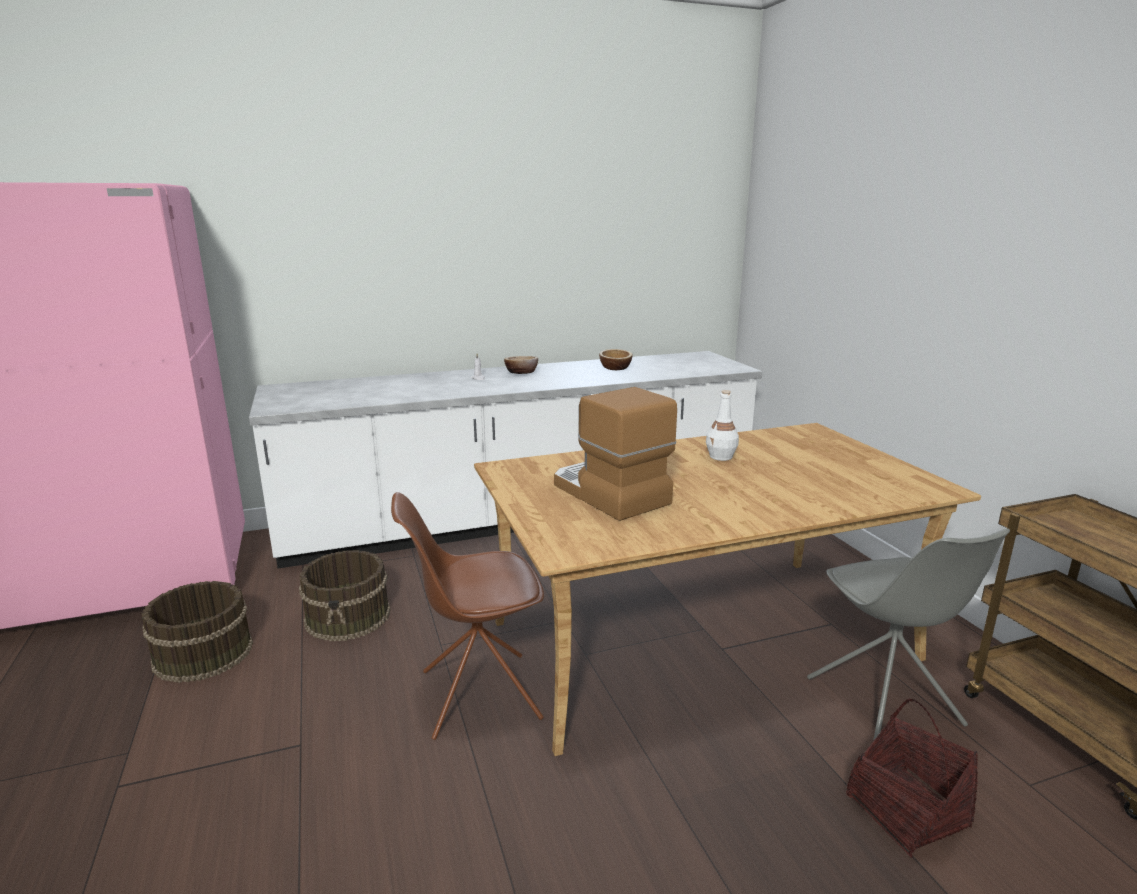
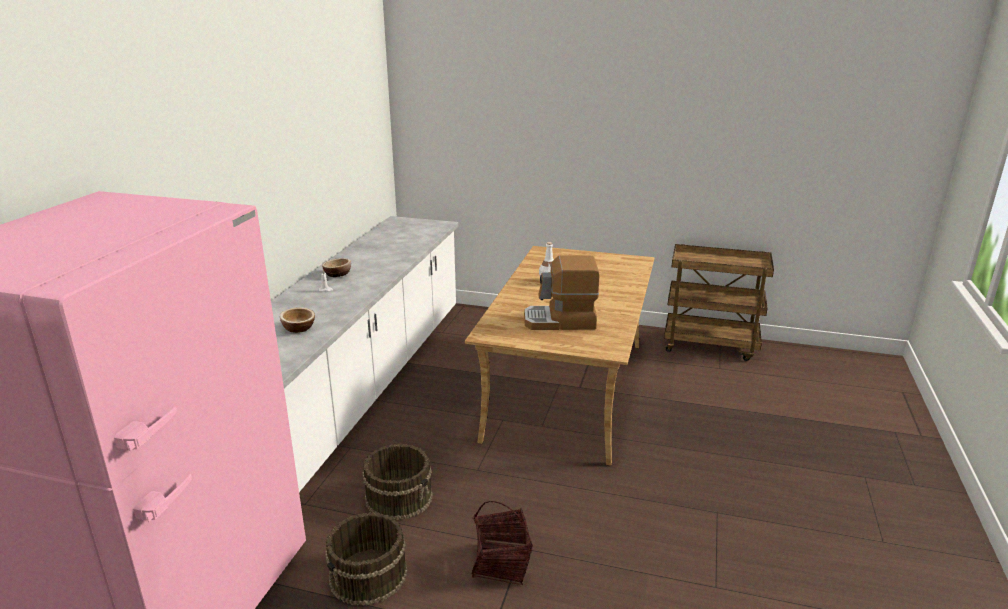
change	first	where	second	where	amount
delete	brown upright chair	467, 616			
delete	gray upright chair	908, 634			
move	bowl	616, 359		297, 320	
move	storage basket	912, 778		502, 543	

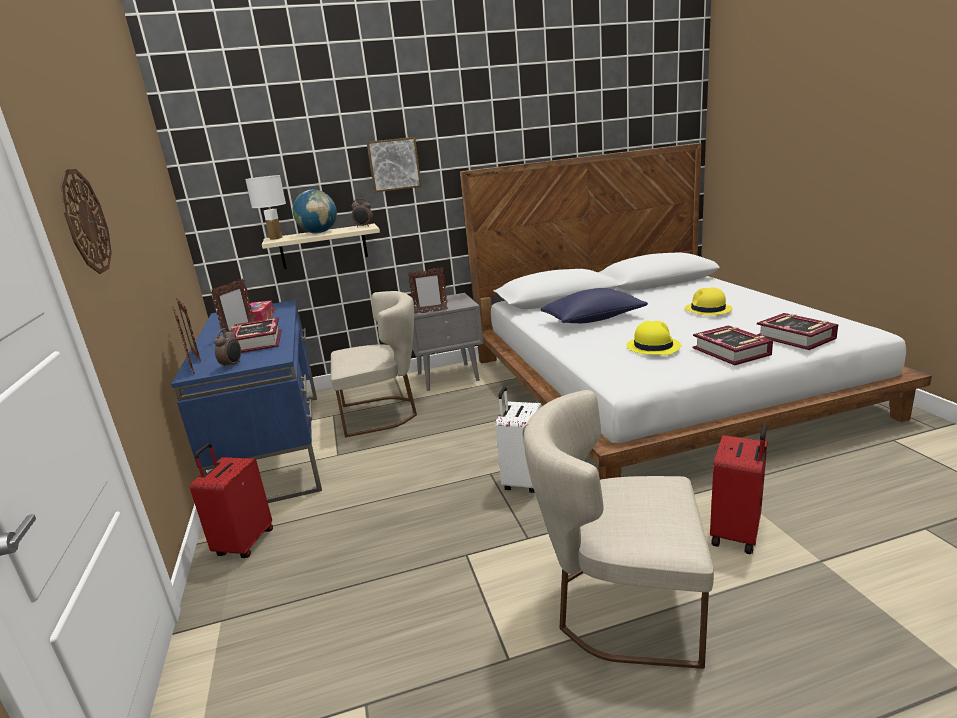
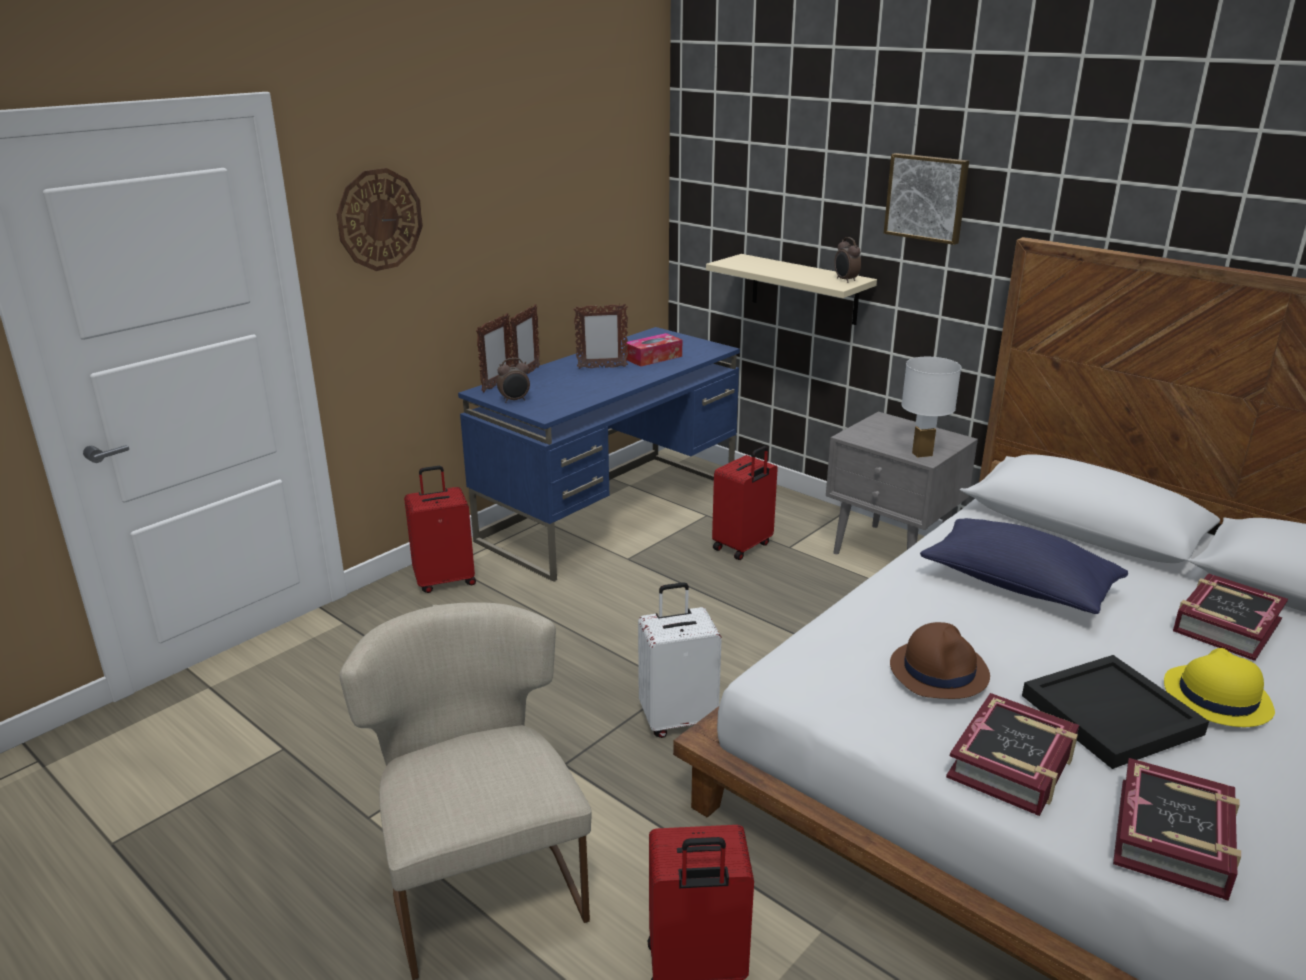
change	first	where	second	where	amount
delete	world globe	315, 211			
delete	picture frame	428, 290			
insert			blackish serving tray	1115, 712	
move	book	256, 335		1230, 617	
move	whitish lamp for a table	265, 207		931, 407	
replace	beige-coloured upright chair	374, 364	reddish suitcase	745, 503	
recolor	yellowish clothing hat	654, 338	brown clothing hat	940, 660	

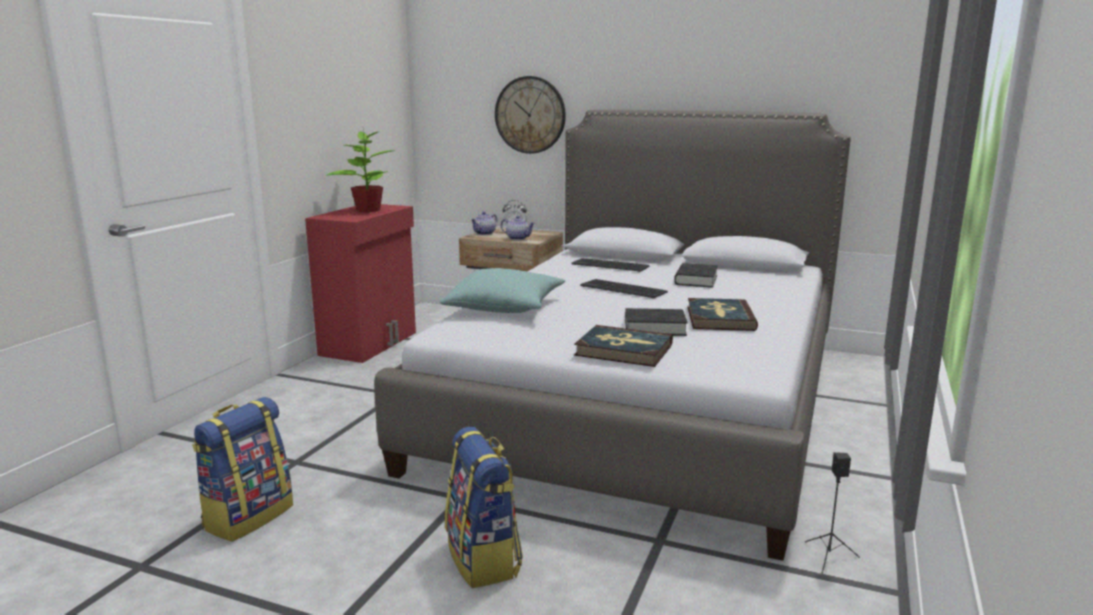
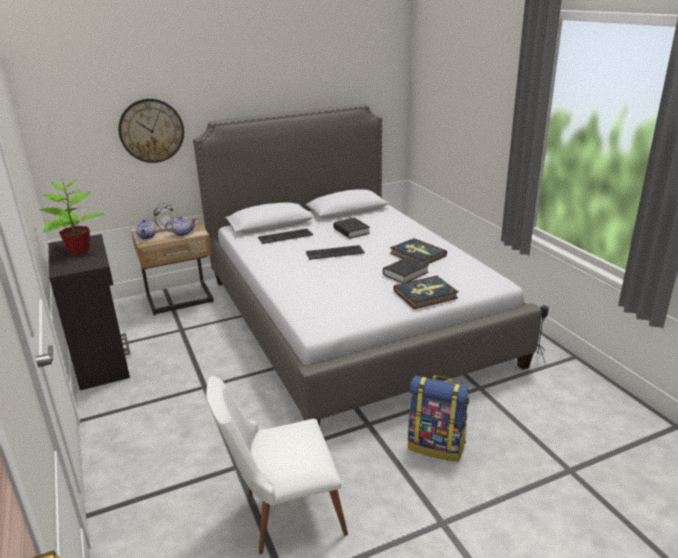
change	first	where	second	where	amount
delete	turquoise cushion	502, 290			
replace	knapsack	242, 469	whitish upright chair	277, 465	
recolor	reddish storage cabinet	360, 283	blackish storage cabinet	89, 312	

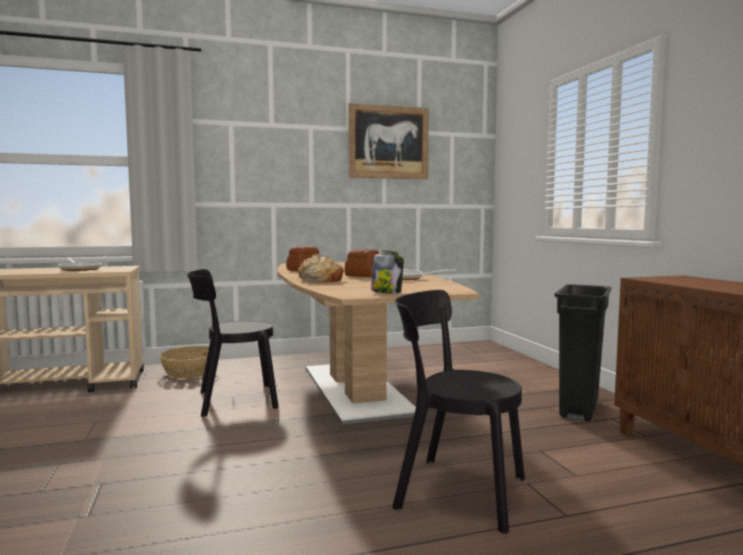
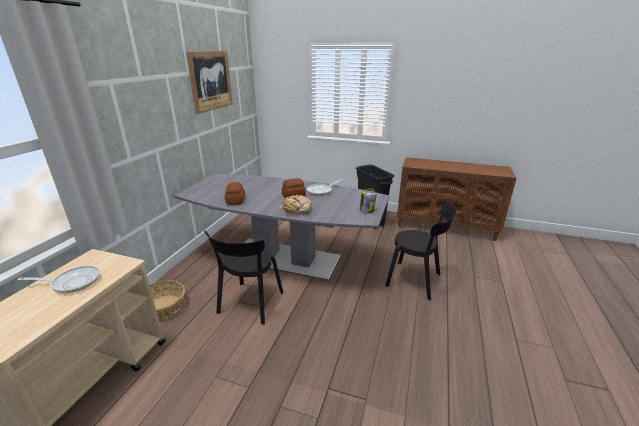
change	first	where	second	where	amount
recolor	brown dining table	378, 343	gray dining table	281, 227	
rotate	blackish upright chair	458, 412		421, 251	120 degrees counterclockwise

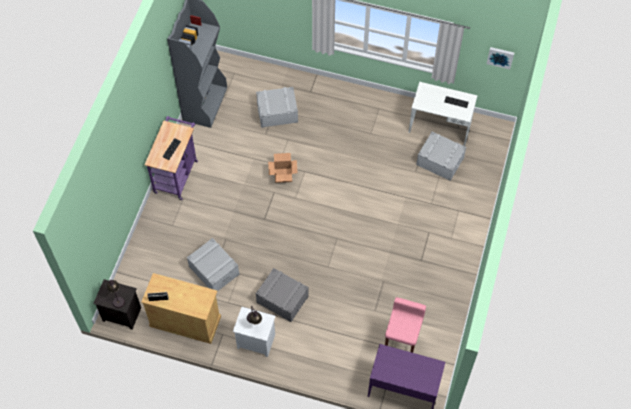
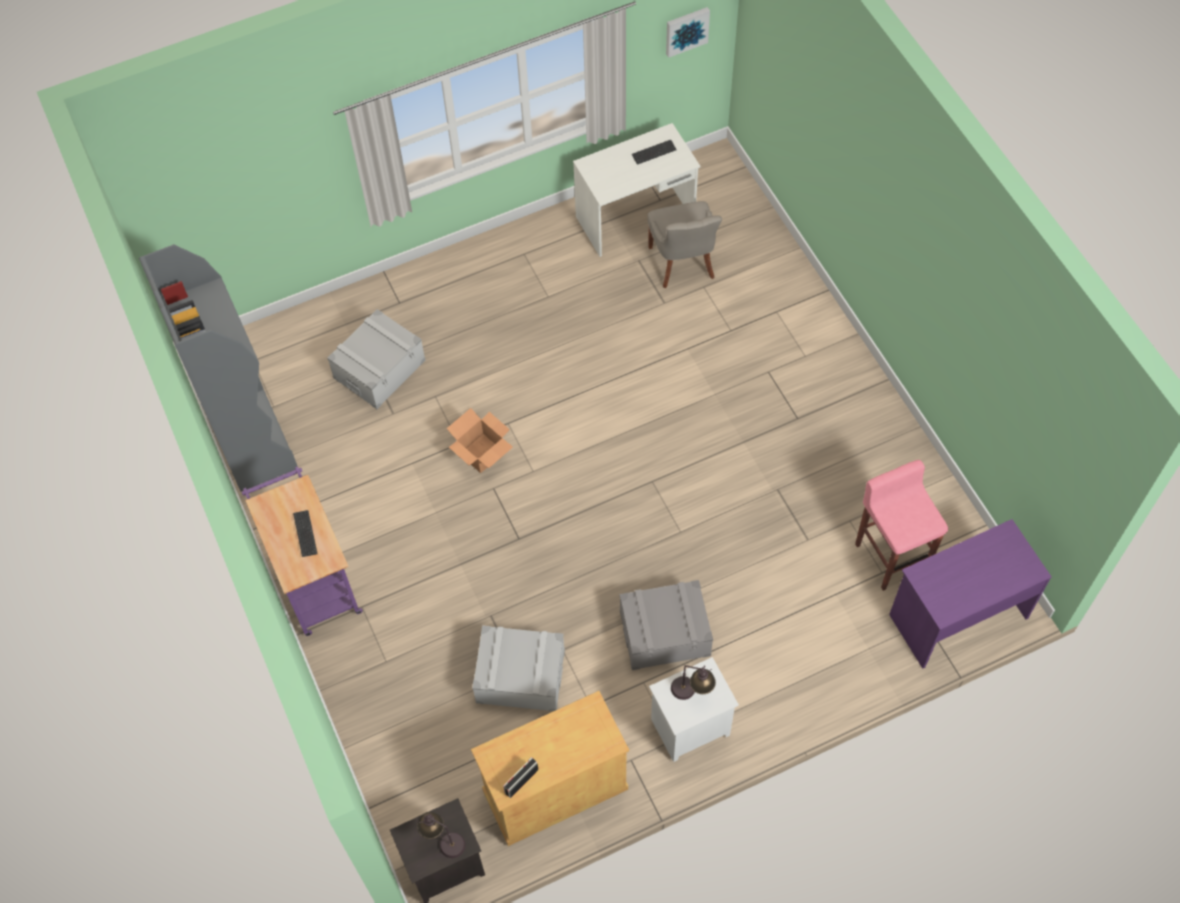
change	first	where	second	where	amount
replace	gray storage box	441, 156	gray upright chair	684, 244	

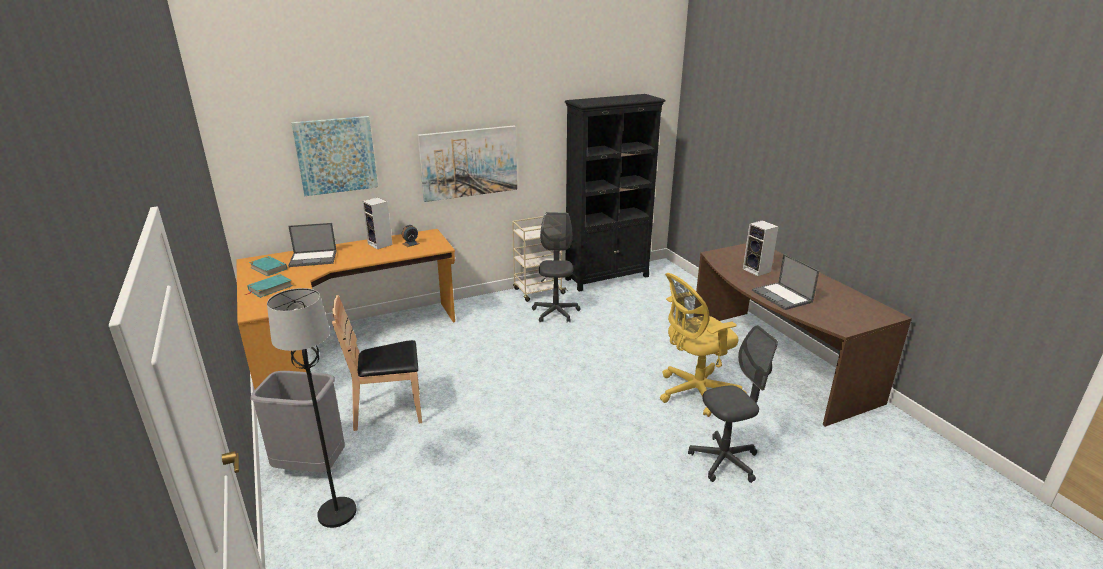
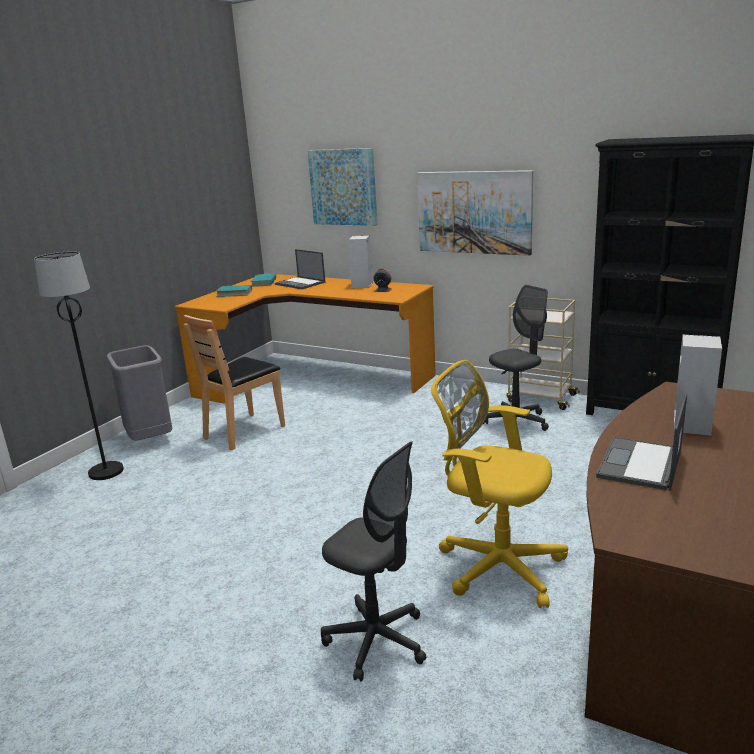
change	first	where	second	where	amount
rotate	brown upright chair	377, 363		234, 382	90 degrees counterclockwise

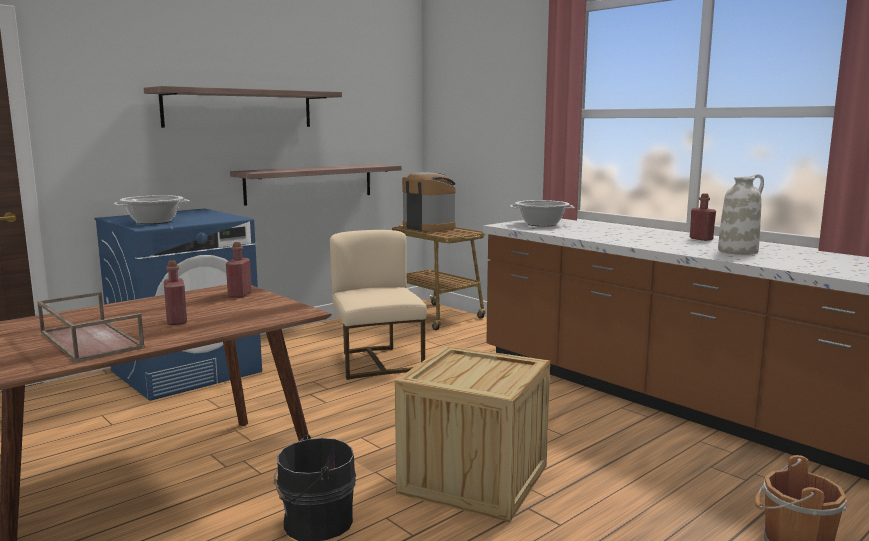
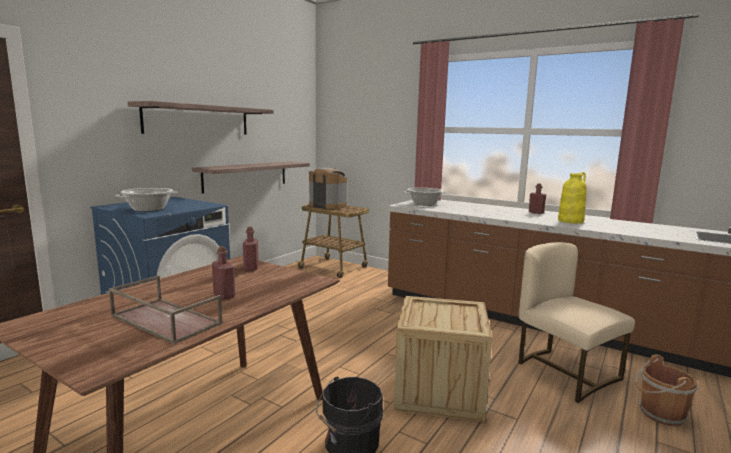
change	first	where	second	where	amount
move	beige-coloured upright chair	378, 305		576, 322	
recolor	whitish decorative vase	741, 214	yellowish decorative vase	572, 197	

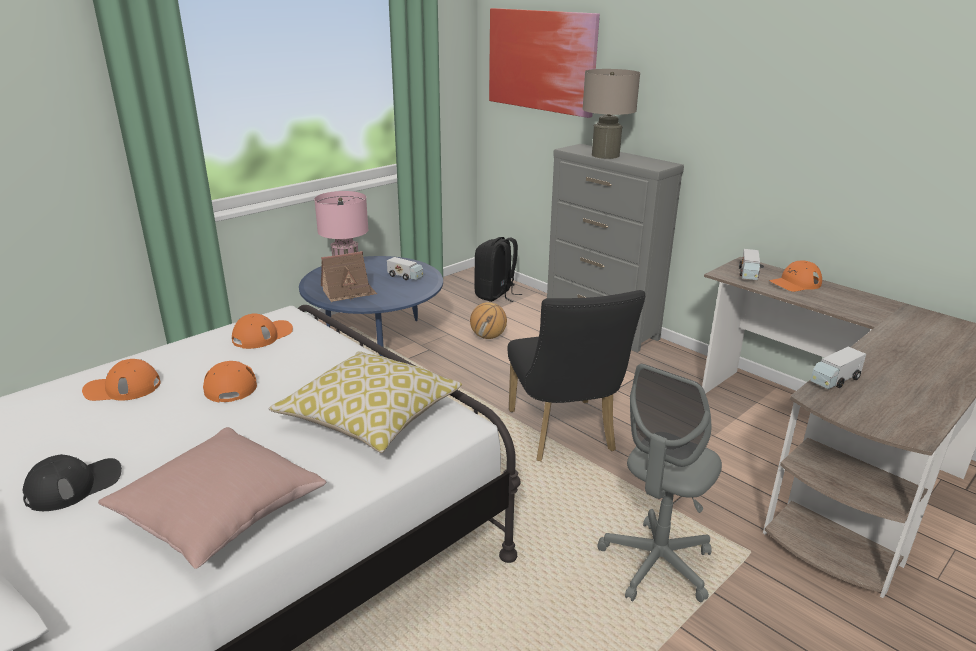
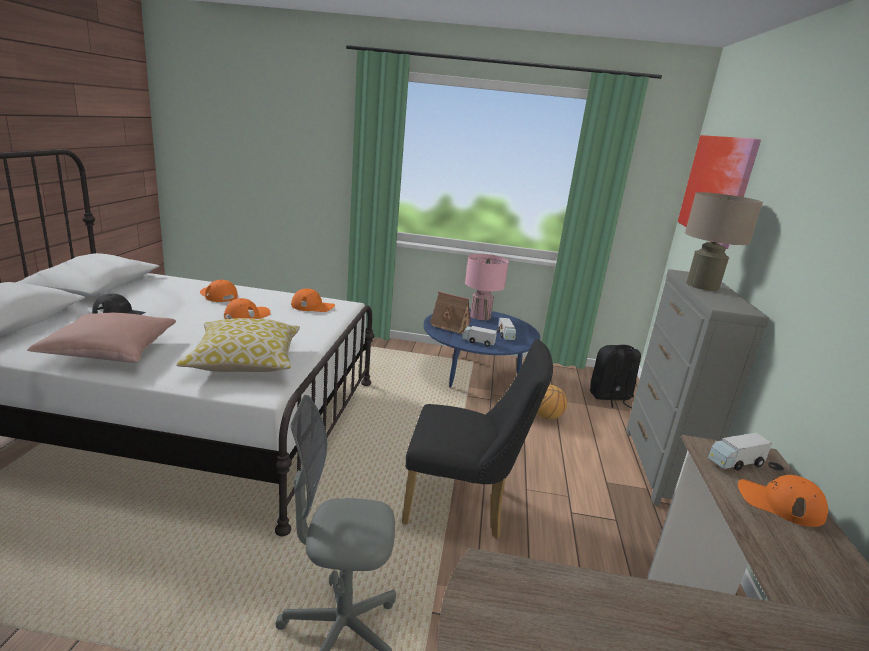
change	first	where	second	where	amount
move	toy lorry	838, 368		479, 336	
rotate	blackish upright chair	576, 375		477, 439	120 degrees counterclockwise

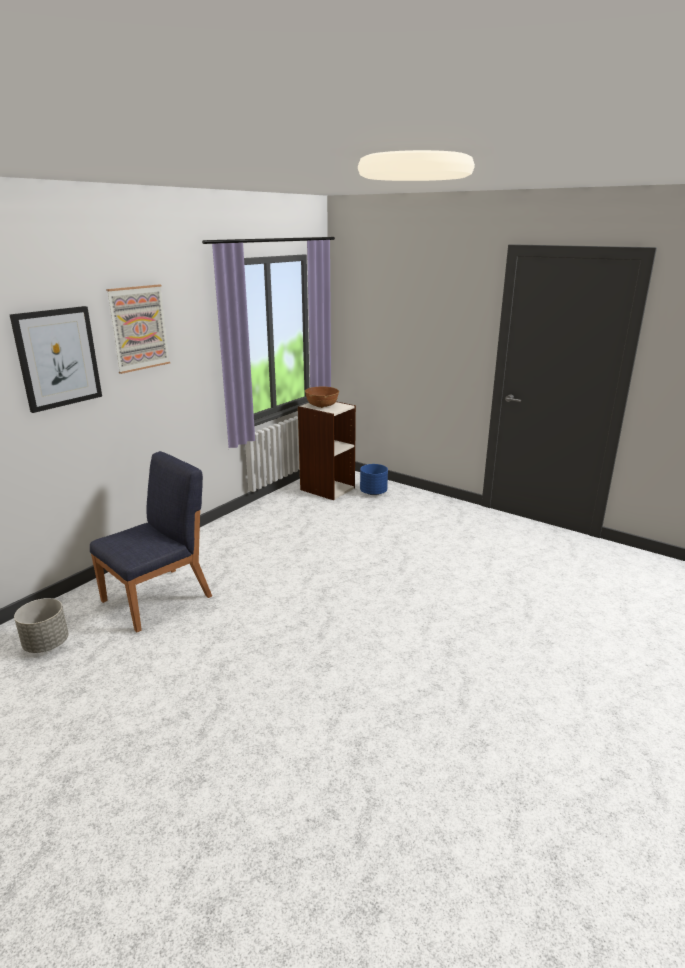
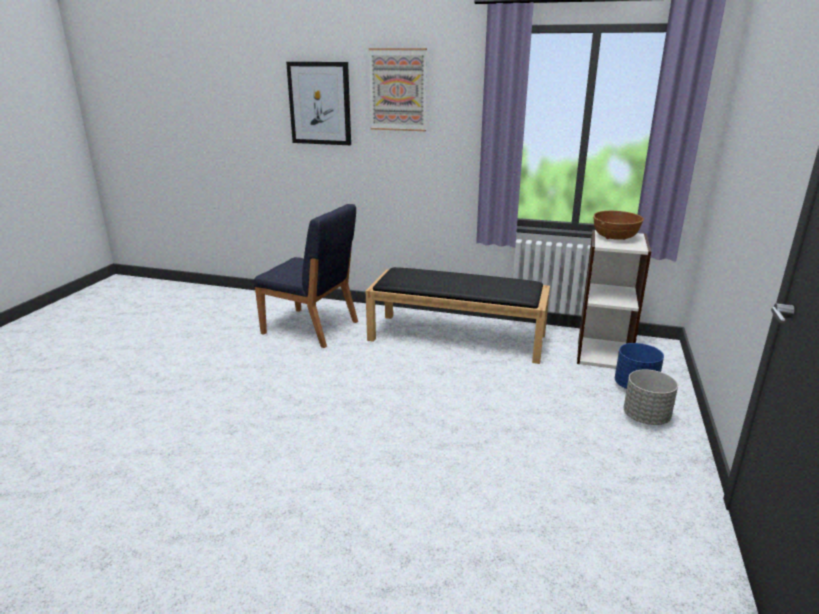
change	first	where	second	where	amount
insert			blackish bench	457, 315	
move	gray flower pot	41, 625		651, 397	

